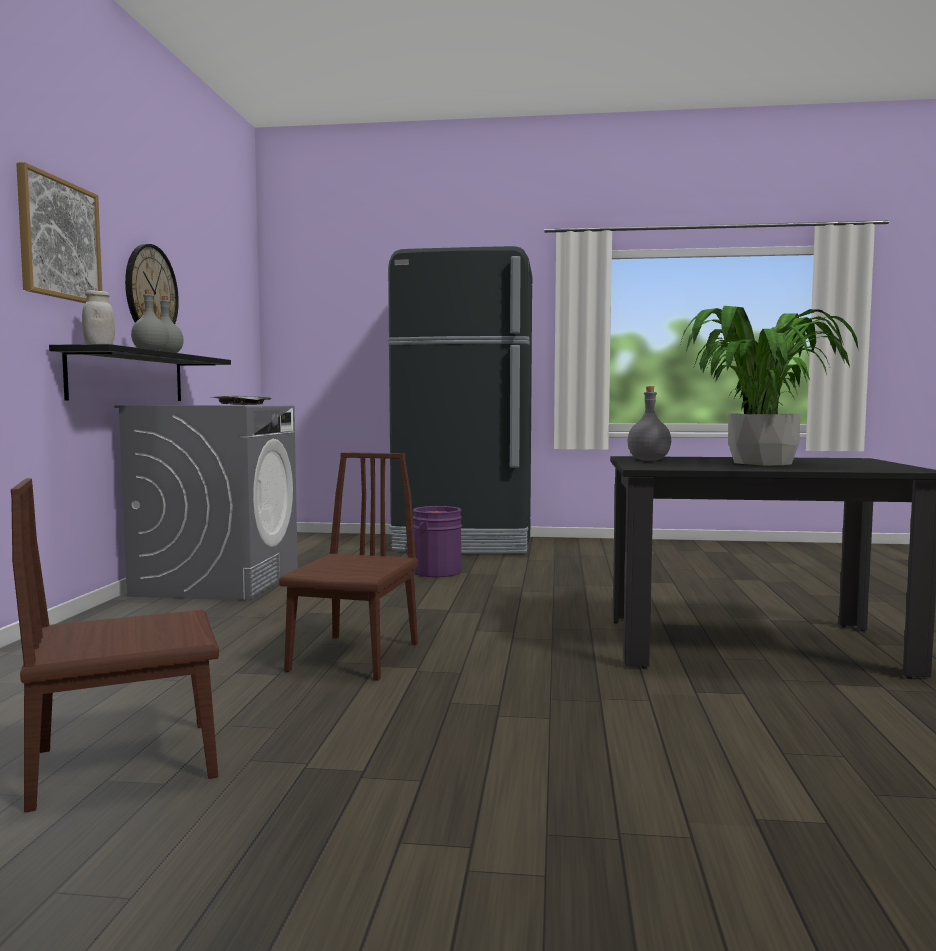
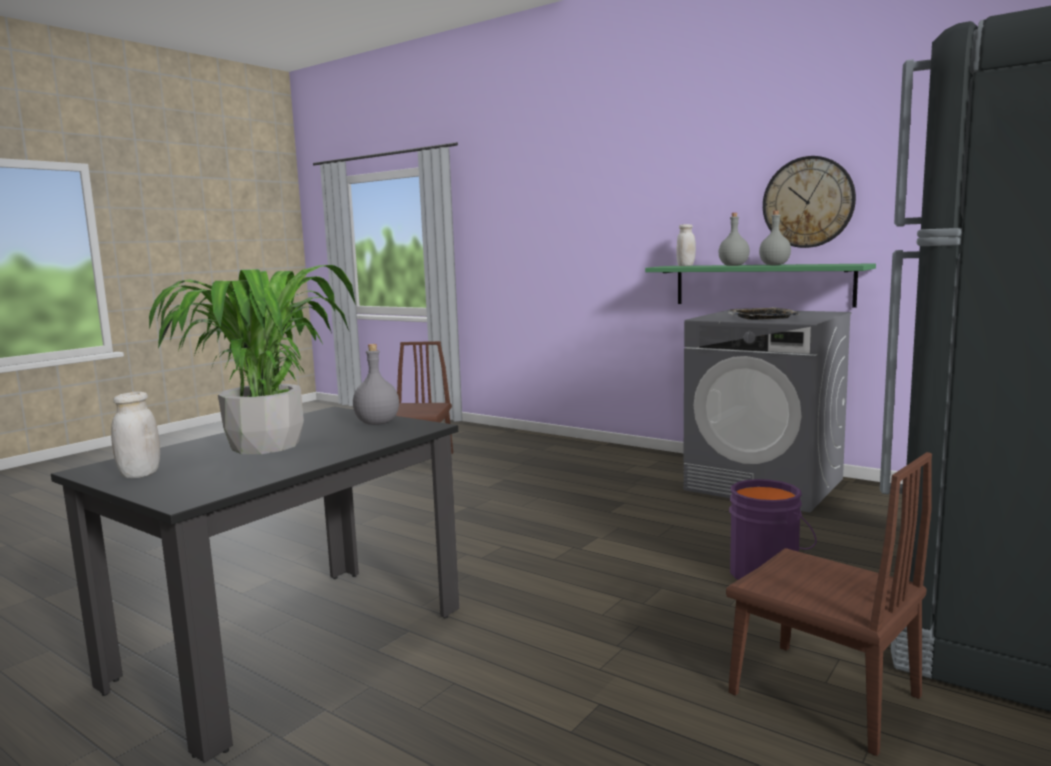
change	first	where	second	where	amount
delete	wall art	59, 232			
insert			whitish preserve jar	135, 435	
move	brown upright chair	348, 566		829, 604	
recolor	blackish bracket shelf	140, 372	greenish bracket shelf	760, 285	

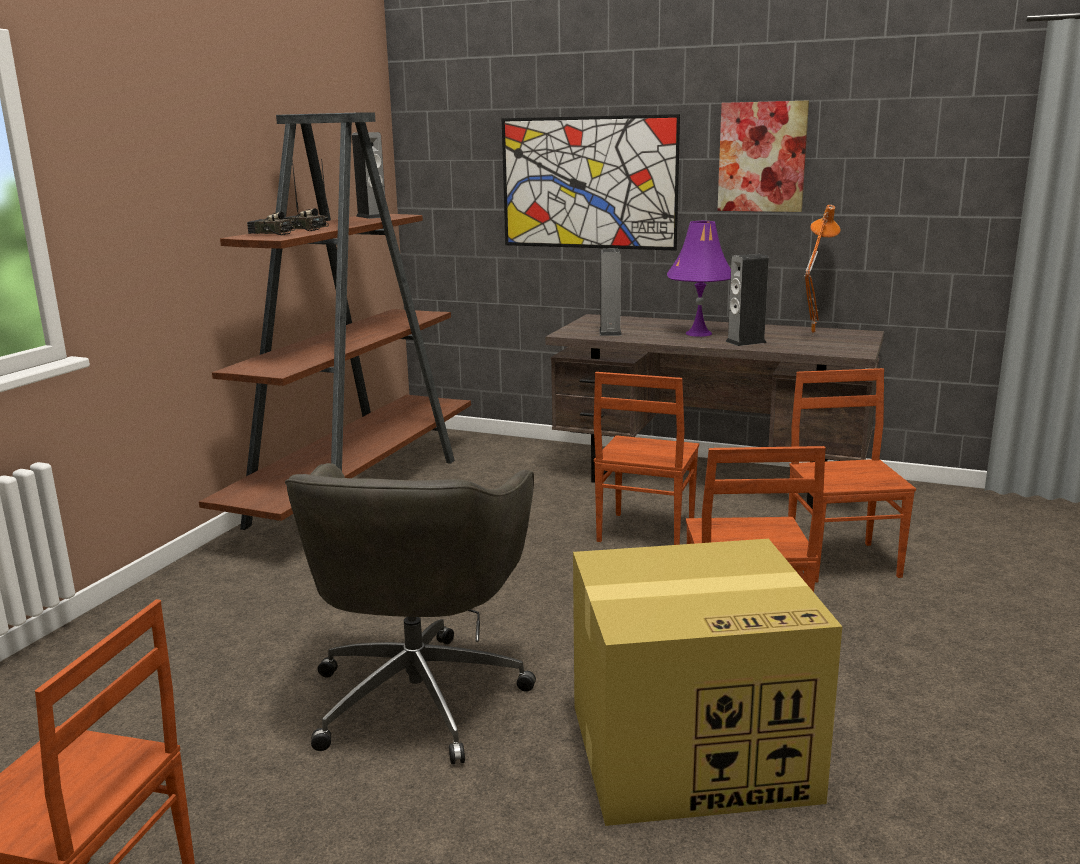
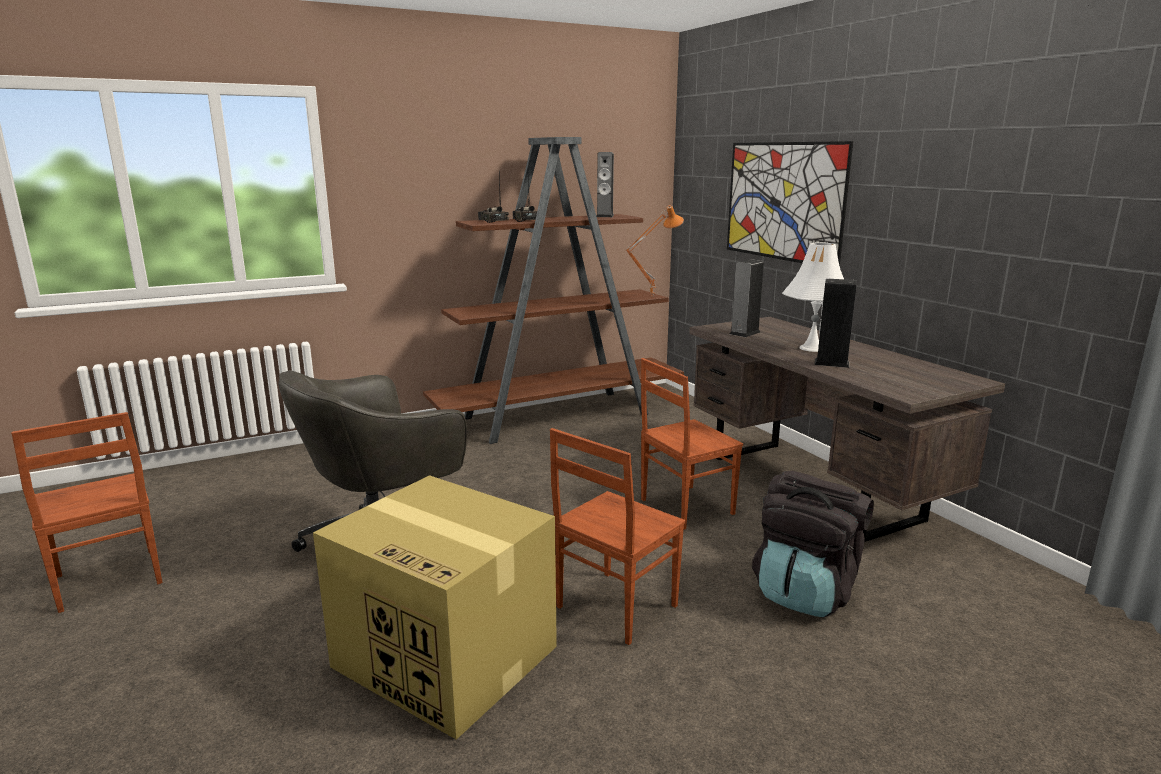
change	first	where	second	where	amount
delete	wall art	763, 156			
move	orangey lamp for a table	822, 270		655, 250	
replace	brown upright chair	852, 475	blackish knapsack	813, 544	
recolor	purple lamp for a table	699, 279	whitish lamp for a table	813, 297	

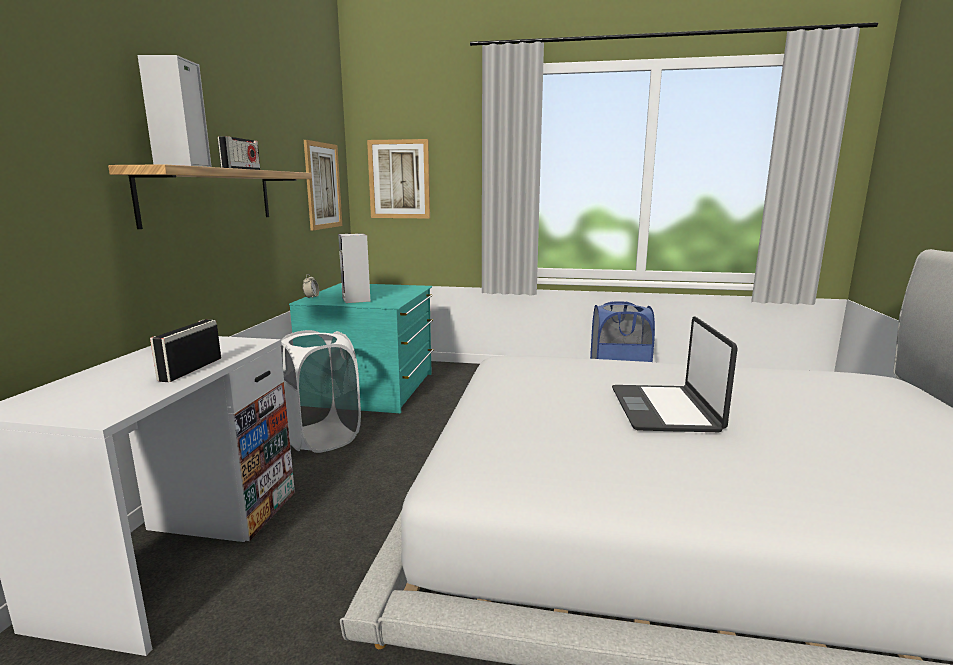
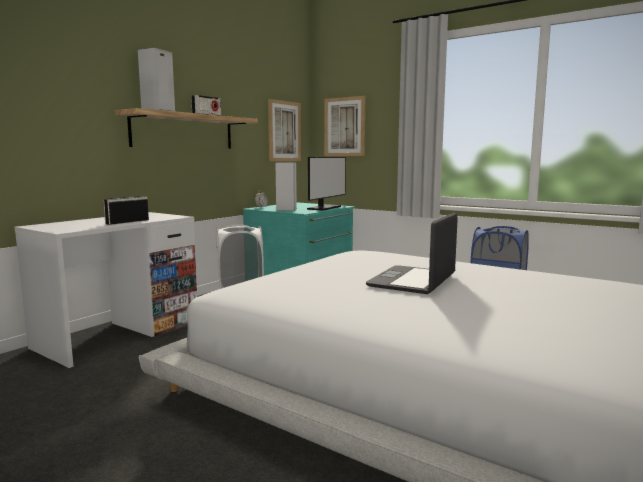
change	first	where	second	where	amount
insert			monitor	326, 184	

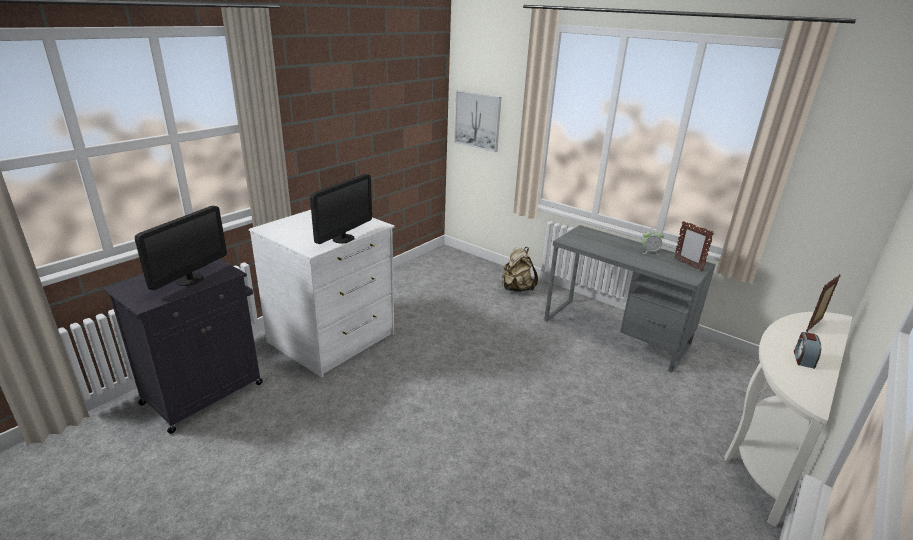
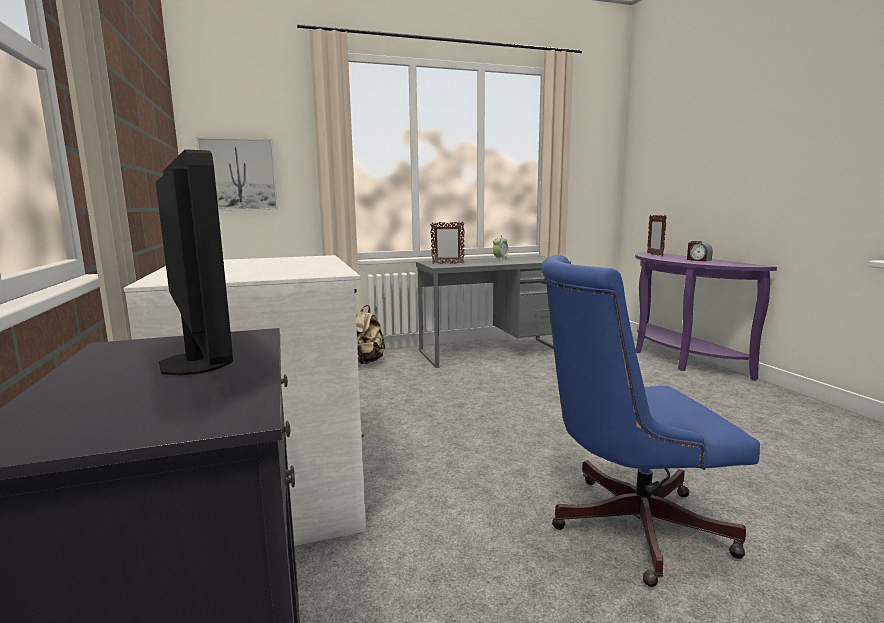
change	first	where	second	where	amount
delete	monitor	341, 209			
insert			blue office chair	650, 421	
move	picture frame	694, 246		447, 243	
recolor	whitish console table	788, 419	purple console table	706, 316	

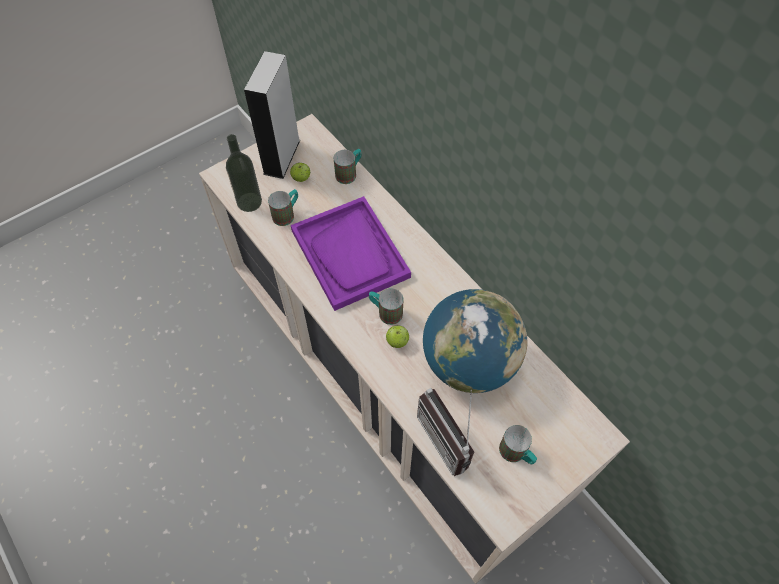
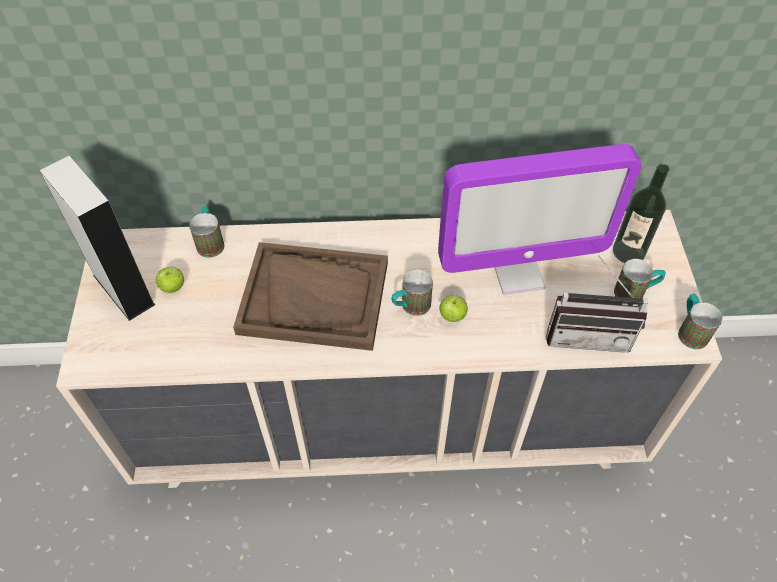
change	first	where	second	where	amount
move	beverage bottle	244, 173		641, 213	
move	mug	283, 207		700, 321	
replace	world globe	475, 341	monitor	539, 219	
recolor	purple serving tray	351, 253	brown serving tray	310, 296	

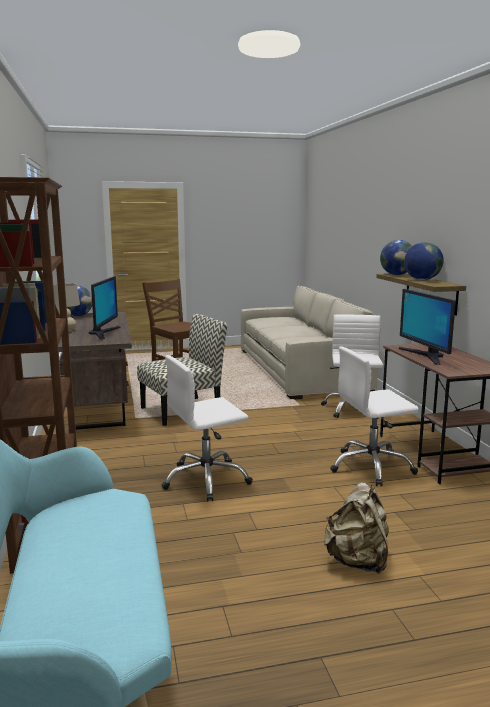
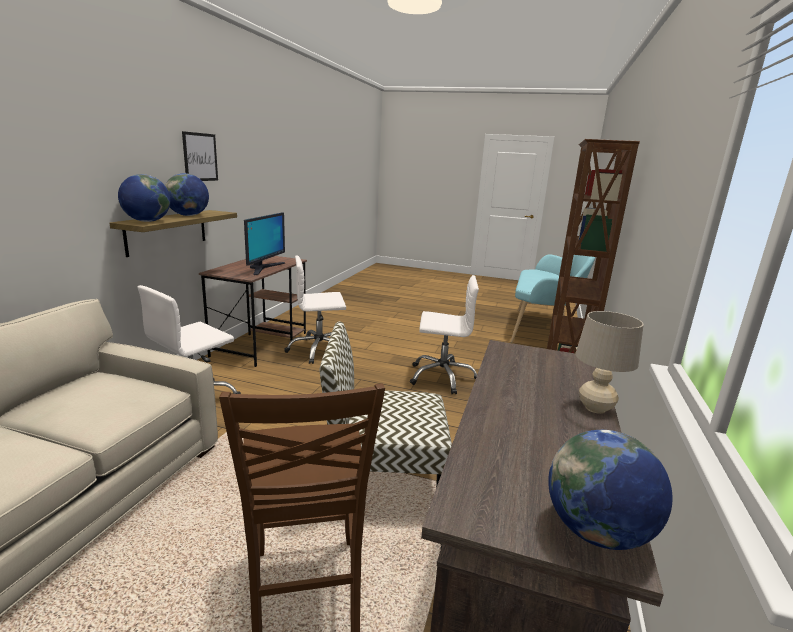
change	first	where	second	where	amount
delete	monitor	105, 307			
delete	beige-coloured knapsack	356, 528			
insert			wall art	200, 156	
rotate	whitish office chair	374, 416		315, 309	150 degrees clockwise

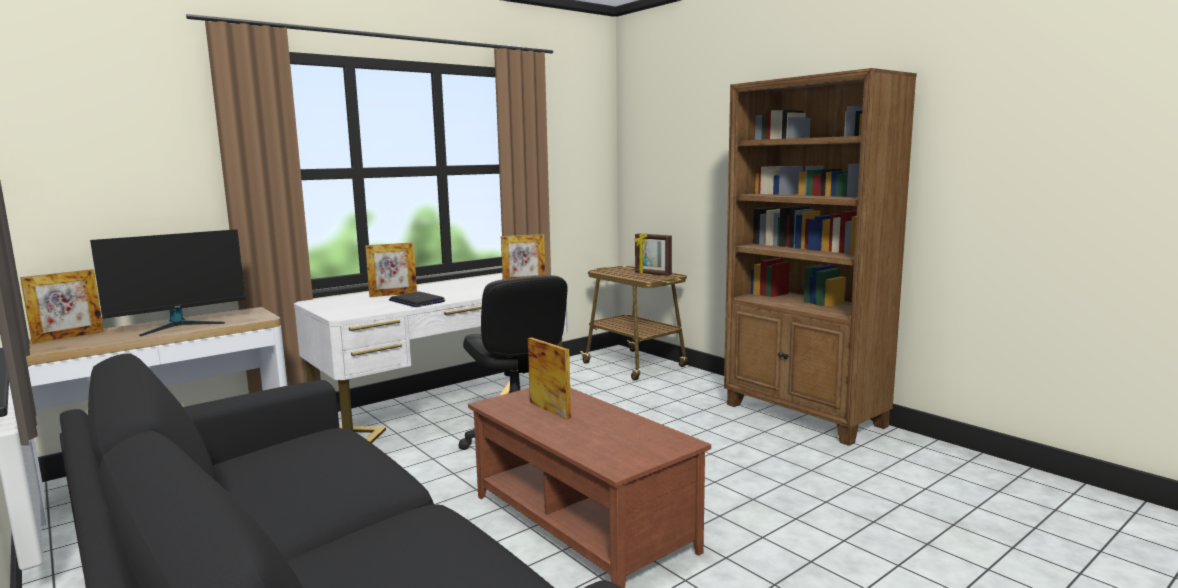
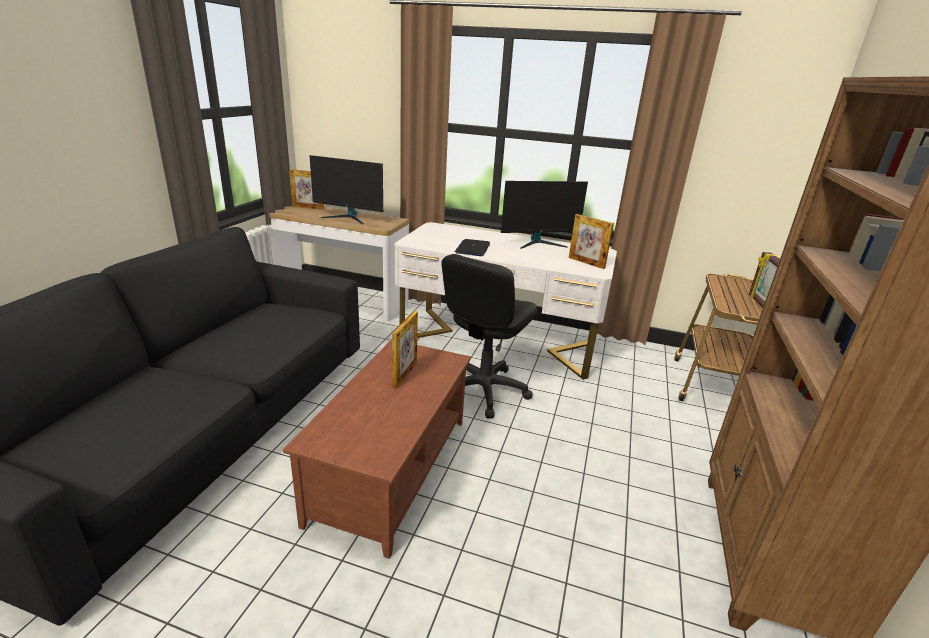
change	first	where	second	where	amount
delete	picture frame	391, 270			
insert			monitor	544, 215	

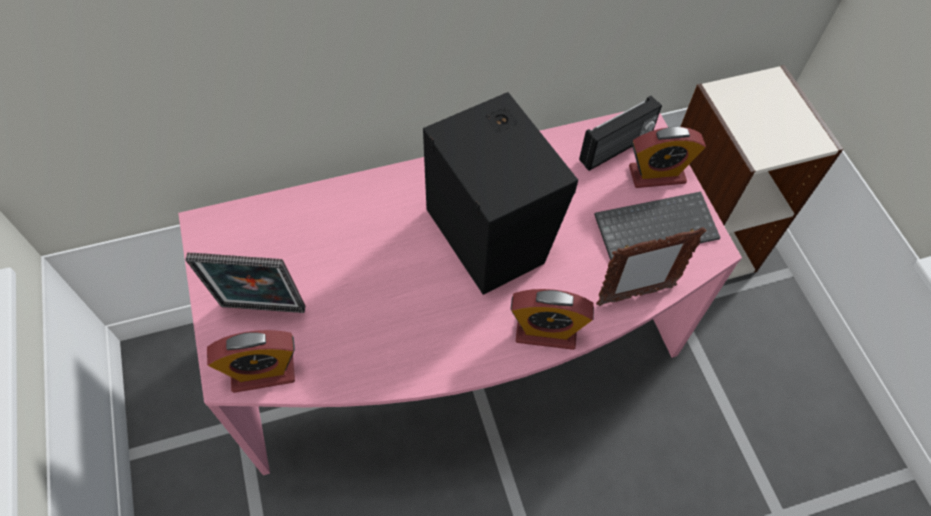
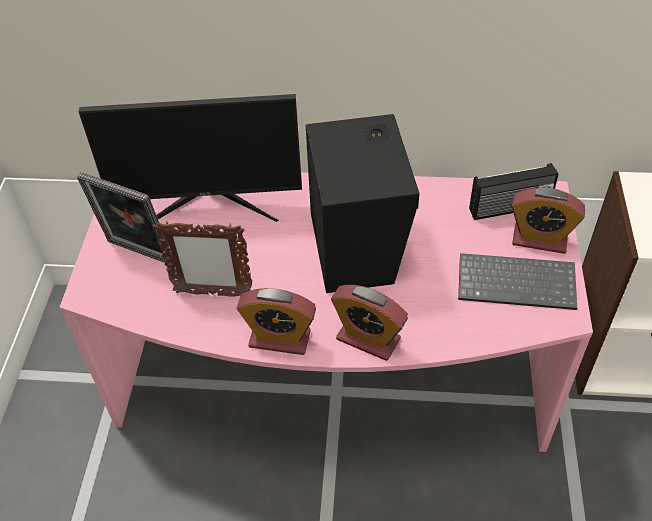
change	first	where	second	where	amount
insert			monitor	190, 158	
move	table clock	251, 361		276, 321	
move	picture frame	651, 266		202, 259	

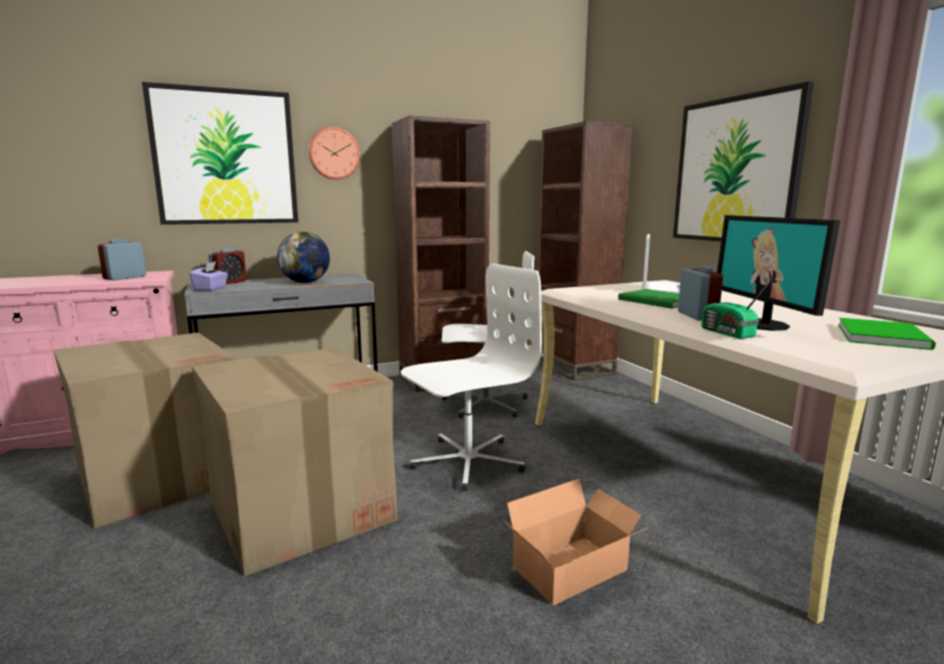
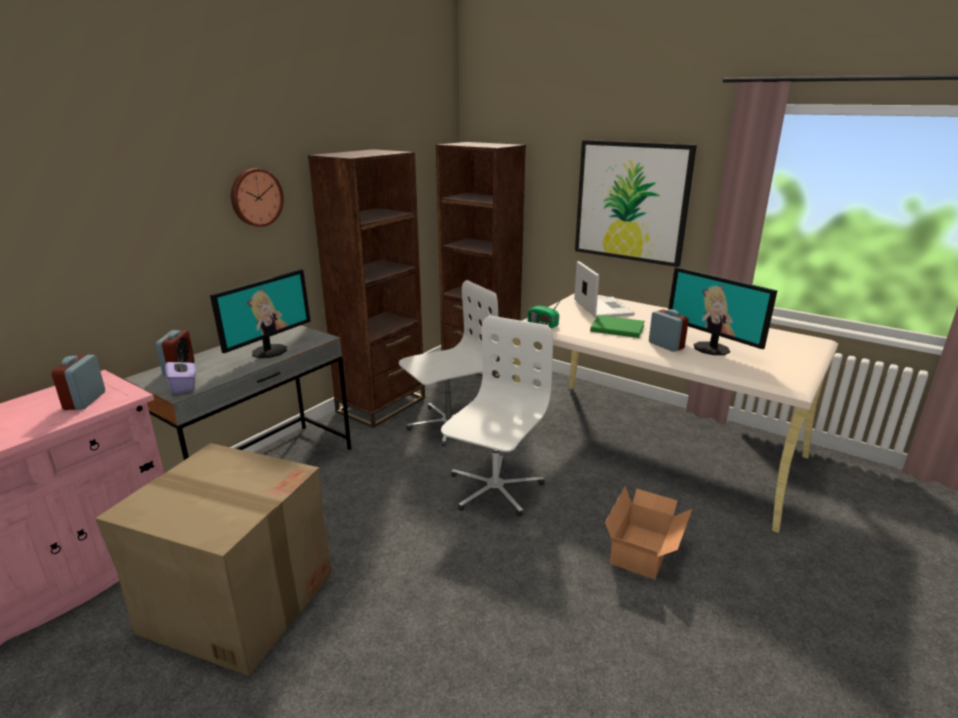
change	first	where	second	where	amount
delete	wall art	220, 153			
delete	packing box	295, 462			
delete	greenish book	887, 334			
move	radio	734, 312		545, 312	
replace	world globe	303, 257	monitor	260, 313	

